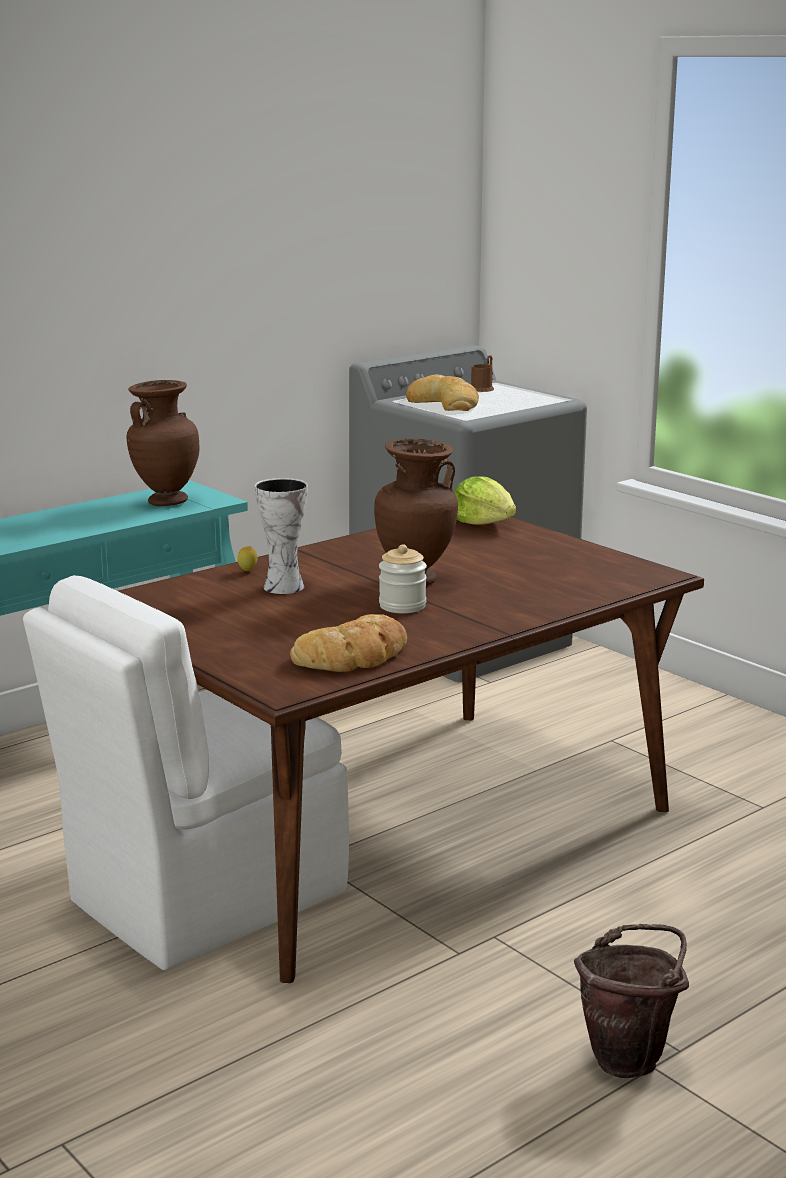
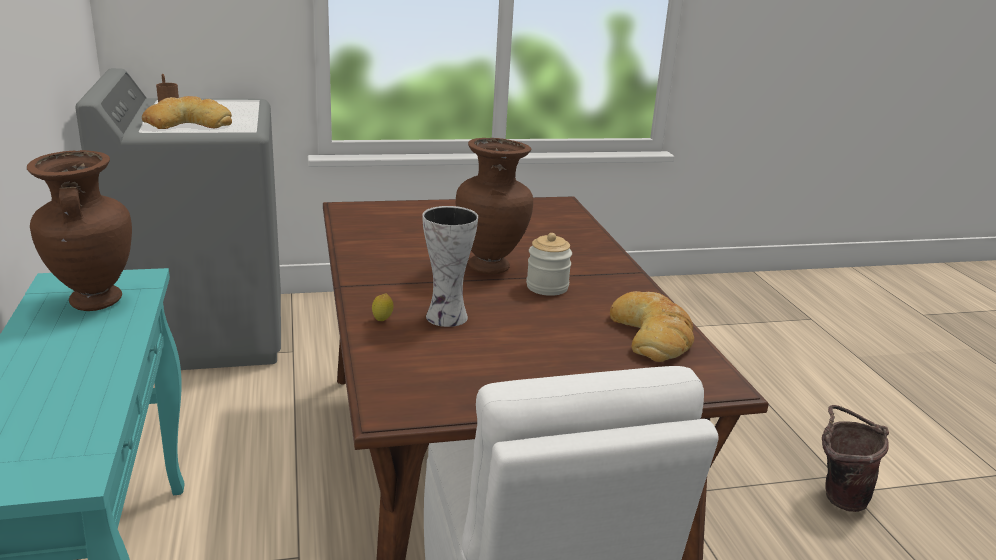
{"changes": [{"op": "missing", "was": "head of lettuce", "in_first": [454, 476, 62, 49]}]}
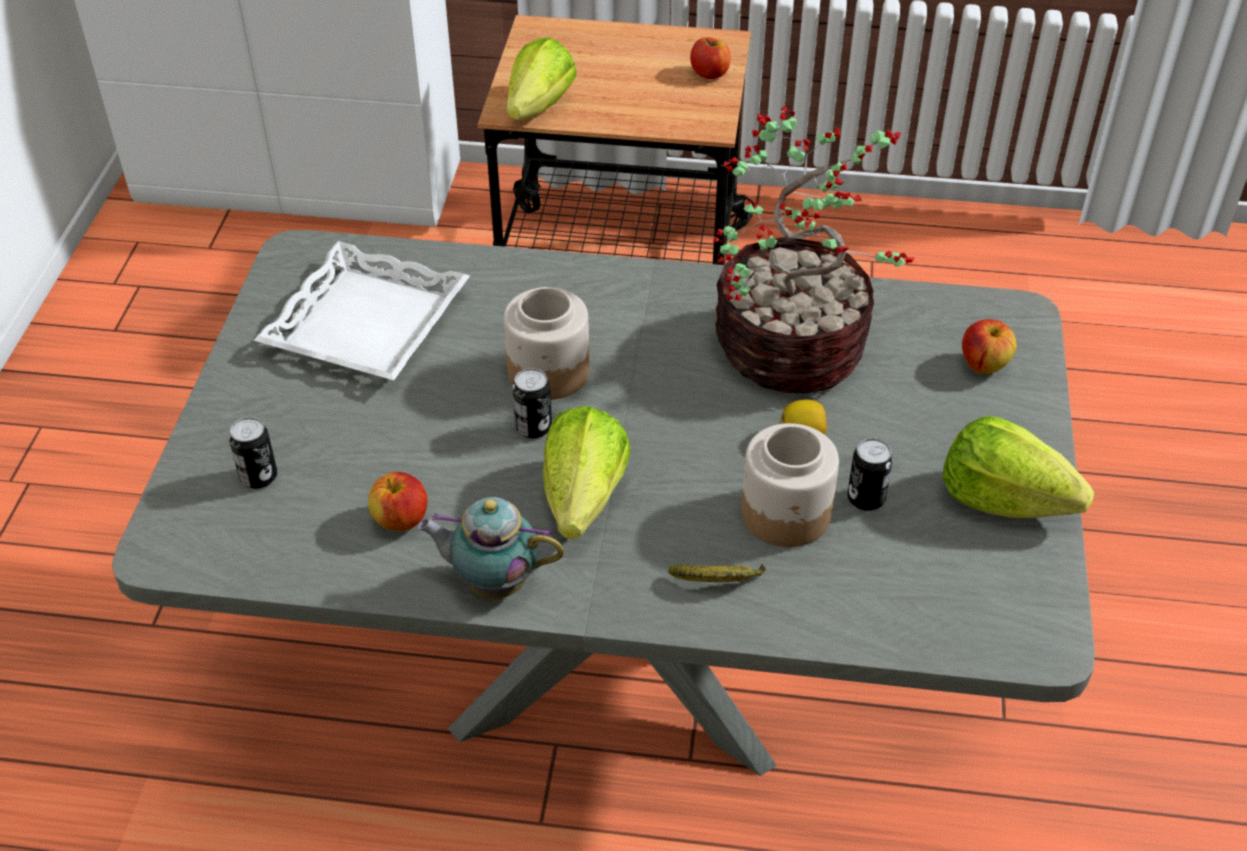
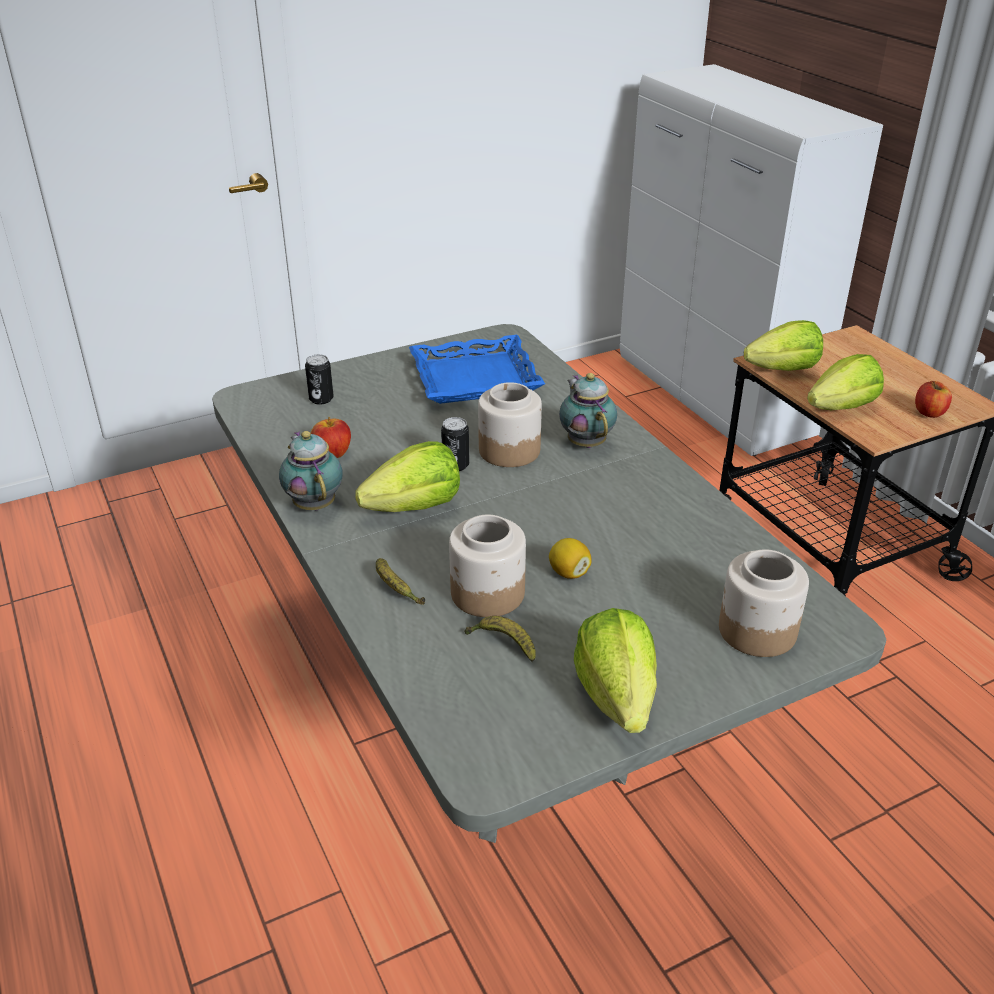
{"changes": [{"op": "missing", "was": "potted plant", "in_first": [713, 105, 202, 289]}, {"op": "missing", "was": "sealed can", "in_first": [847, 438, 46, 73]}, {"op": "appeared", "now": "banana fruit", "in_second": [465, 616, 71, 46]}, {"op": "appeared", "now": "tea pot", "in_second": [559, 373, 58, 75]}, {"op": "appeared", "now": "head of lettuce", "in_second": [807, 354, 77, 56]}, {"op": "exchanged", "was": "whole apple", "now": "preserve jar", "in_first": [962, 319, 55, 55], "in_second": [719, 549, 90, 108]}, {"op": "colour", "was": "white carrying tray", "now": "blue-coloured carrying tray", "in_first": [254, 241, 216, 139], "in_second": [409, 335, 136, 69]}]}
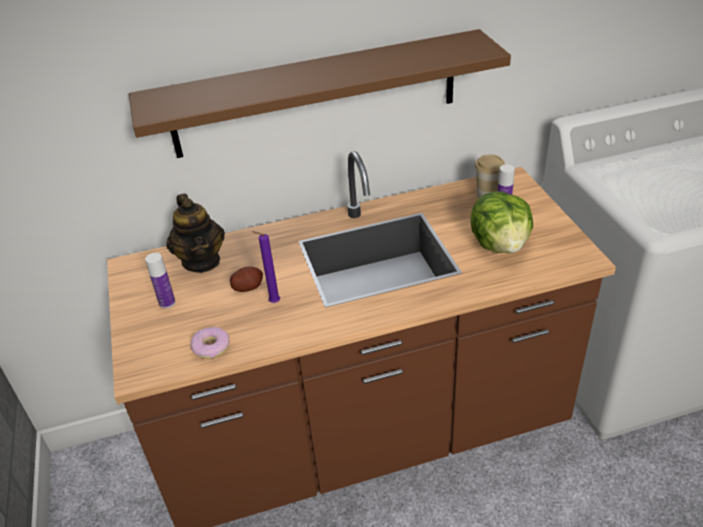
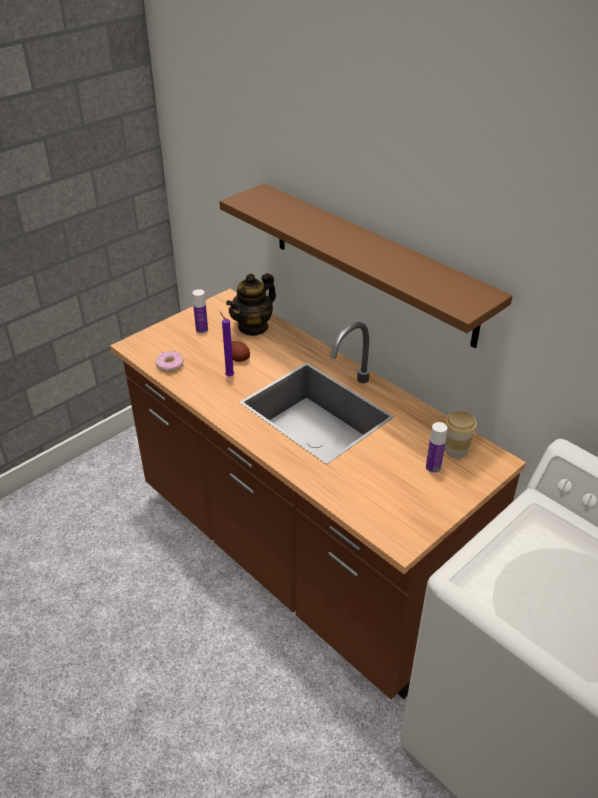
{"changes": [{"op": "missing", "was": "head of lettuce", "in_first": [470, 191, 63, 62]}]}
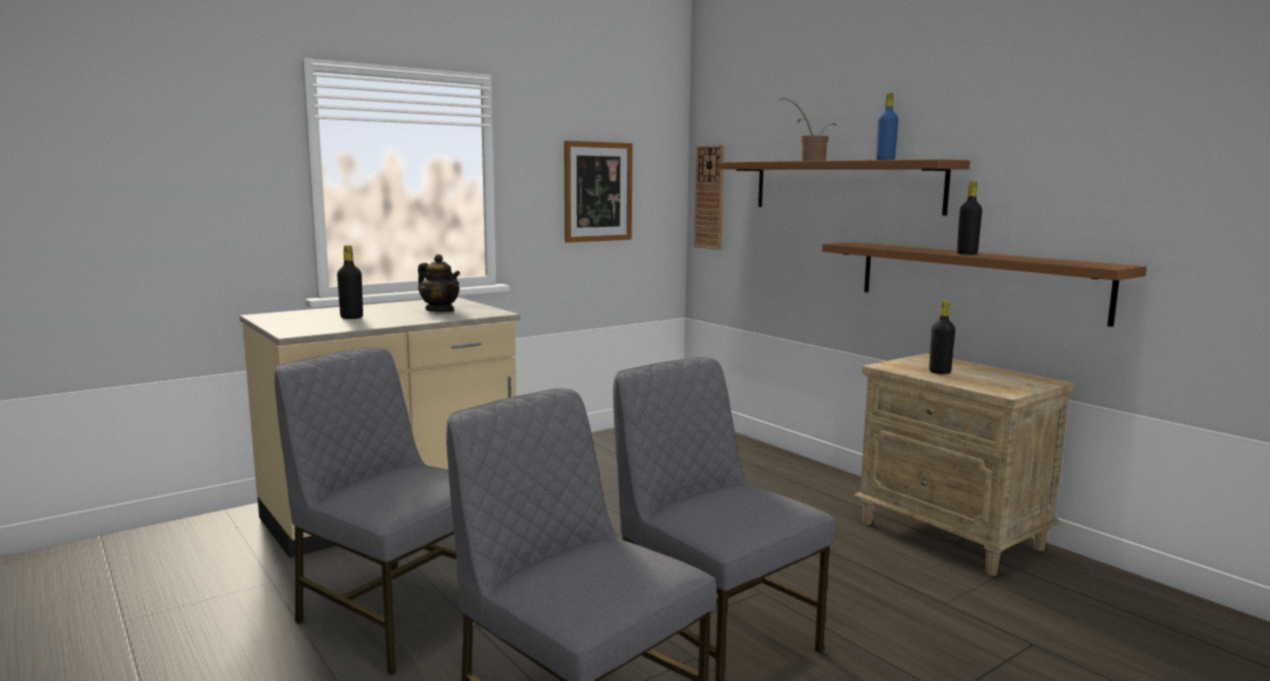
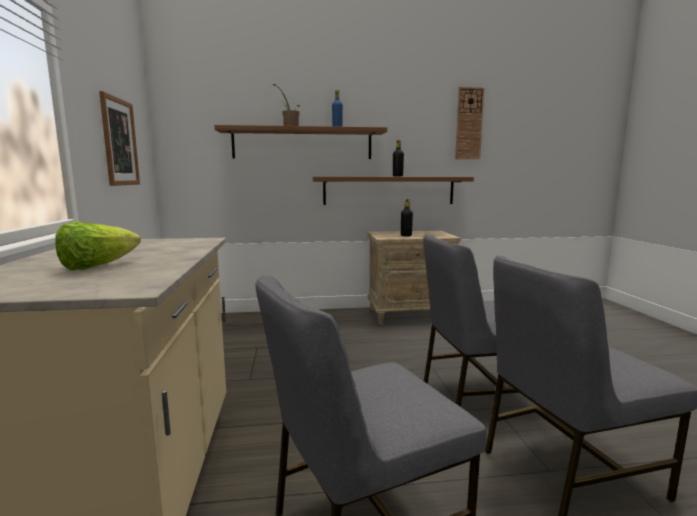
{"changes": [{"op": "missing", "was": "tea pot", "in_first": [418, 254, 42, 58]}, {"op": "relocated", "was": "clock on the wall", "in_first": [694, 145, 30, 105], "in_second": [455, 87, 29, 72]}, {"op": "exchanged", "was": "blackish beverage bottle", "now": "head of lettuce", "in_first": [337, 245, 26, 74], "in_second": [55, 222, 86, 48]}]}
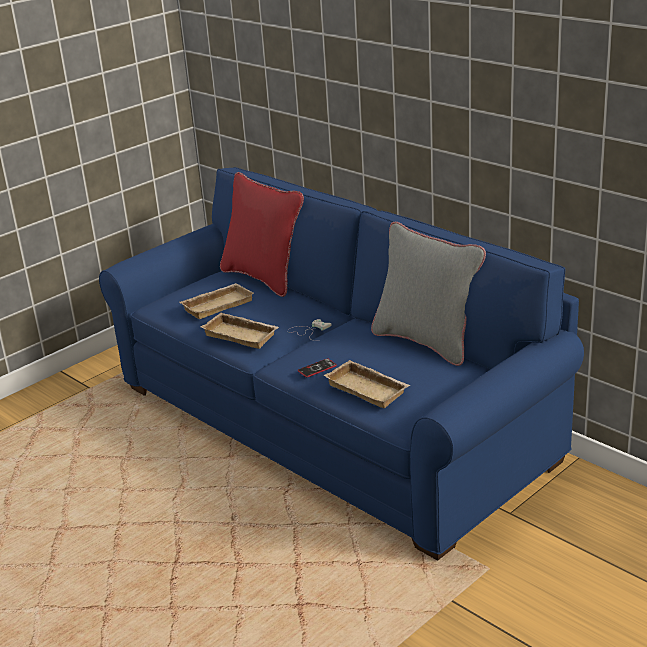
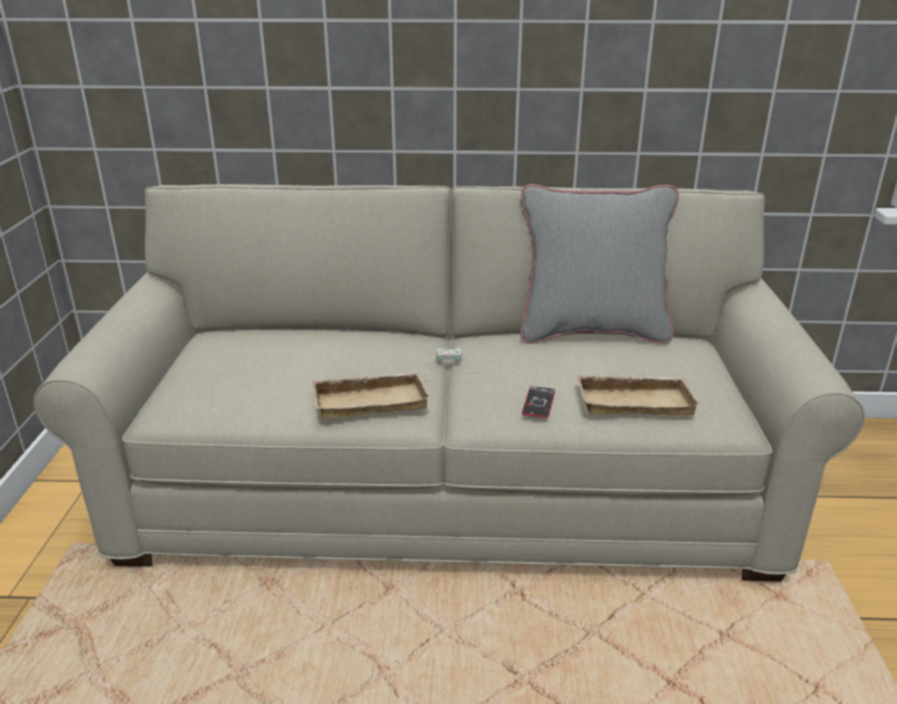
{"changes": [{"op": "missing", "was": "beige-coloured carrying tray", "in_first": [180, 283, 74, 36]}, {"op": "missing", "was": "reddish pillow", "in_first": [220, 172, 84, 125]}, {"op": "colour", "was": "blue-coloured settee", "now": "beige-coloured settee", "in_first": [99, 167, 485, 394], "in_second": [34, 184, 831, 398]}]}
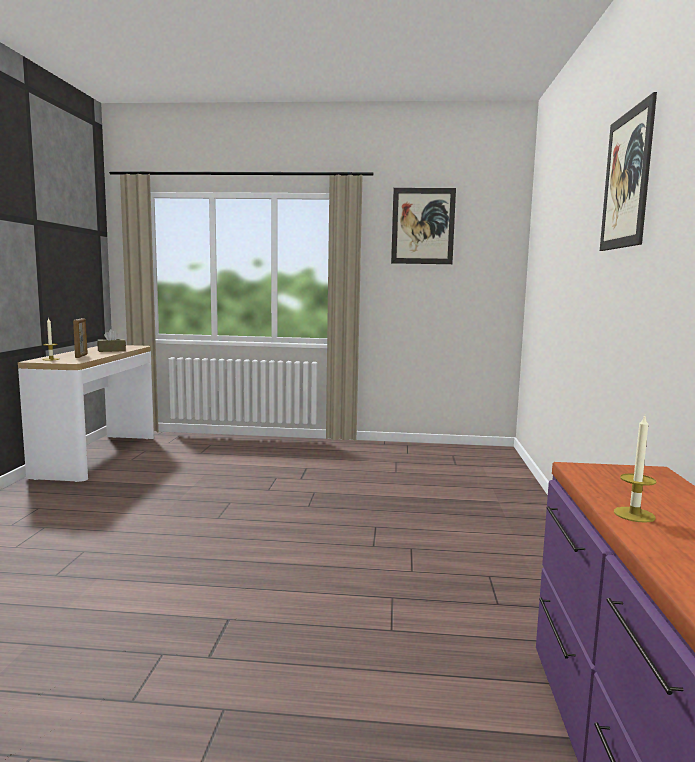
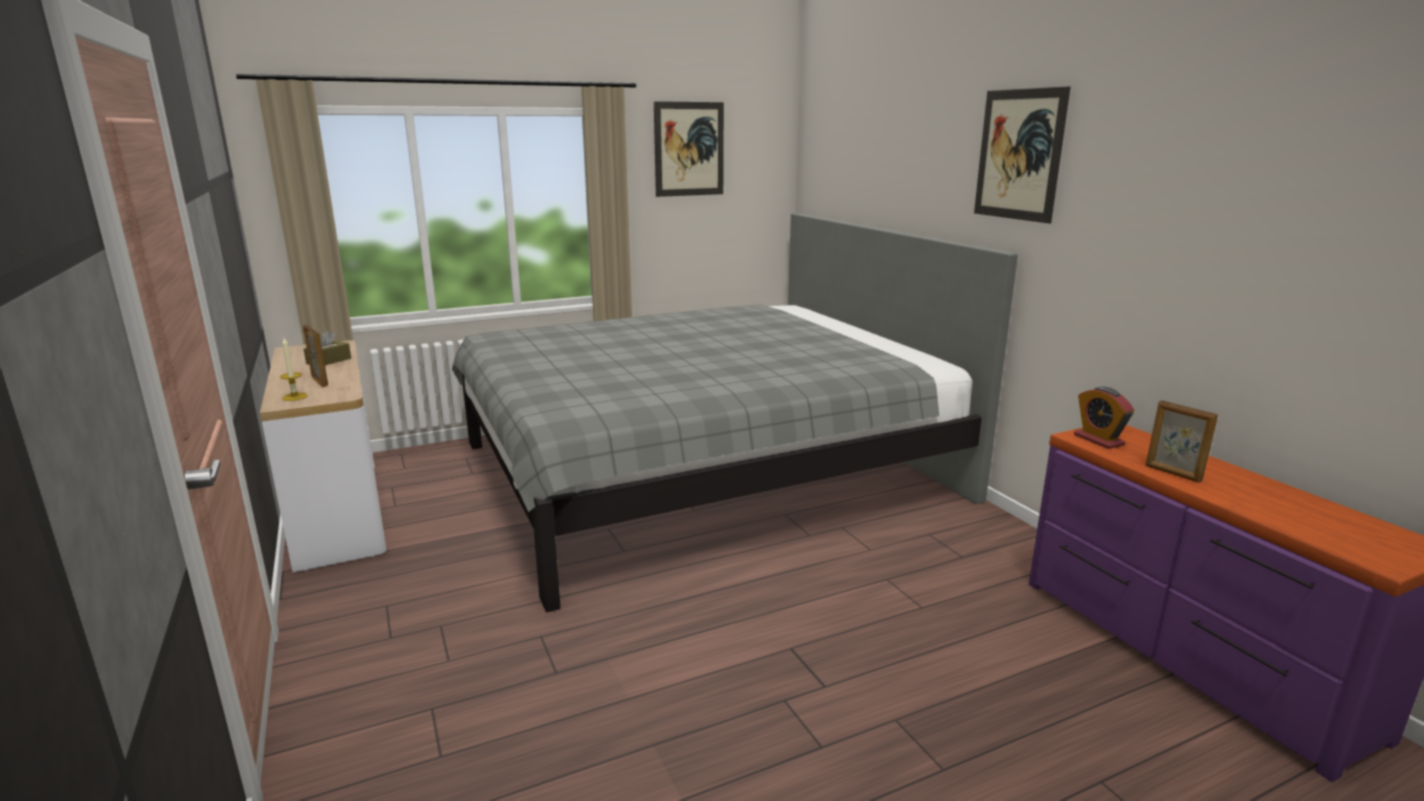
{"changes": [{"op": "appeared", "now": "grey bed", "in_second": [452, 213, 566, 399]}, {"op": "appeared", "now": "alarm clock", "in_second": [1074, 387, 60, 62]}, {"op": "exchanged", "was": "wax candle", "now": "standing frame", "in_first": [614, 415, 42, 108], "in_second": [1145, 400, 73, 83]}]}
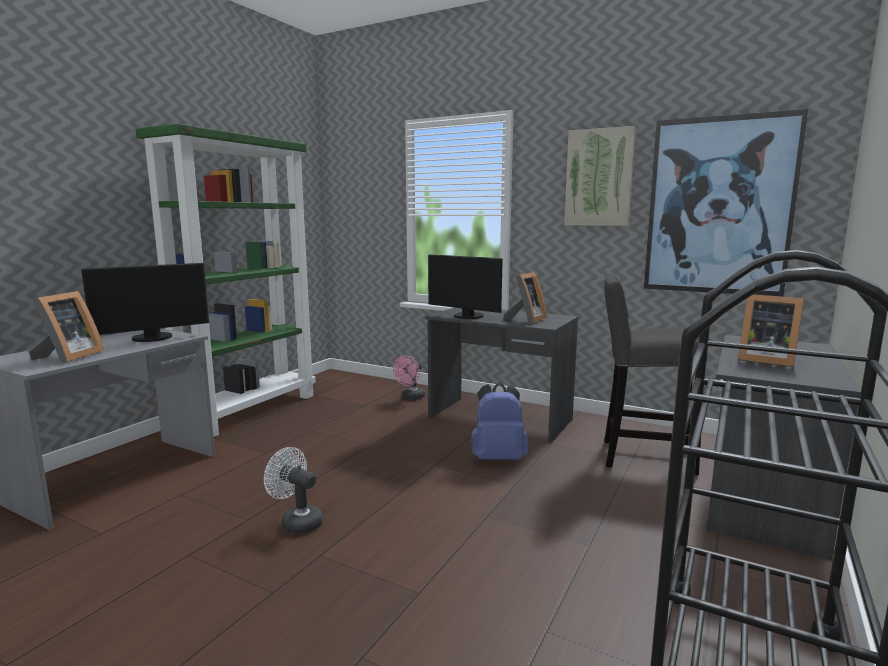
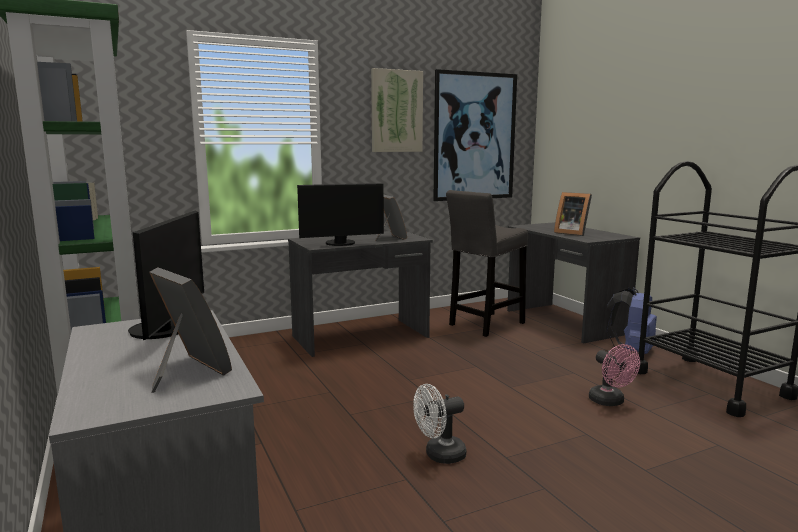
{"changes": [{"op": "relocated", "was": "pink electric fan", "in_first": [393, 355, 32, 45], "in_second": [589, 344, 51, 62]}, {"op": "relocated", "was": "blue-coloured knapsack", "in_first": [471, 383, 57, 77], "in_second": [606, 287, 51, 67]}, {"op": "spun", "was": "standing frame", "in_first": [738, 294, 66, 73], "in_second": [554, 192, 38, 44], "clockwise": 60}]}
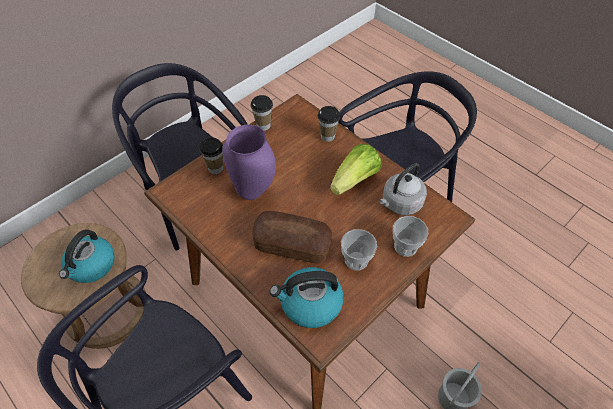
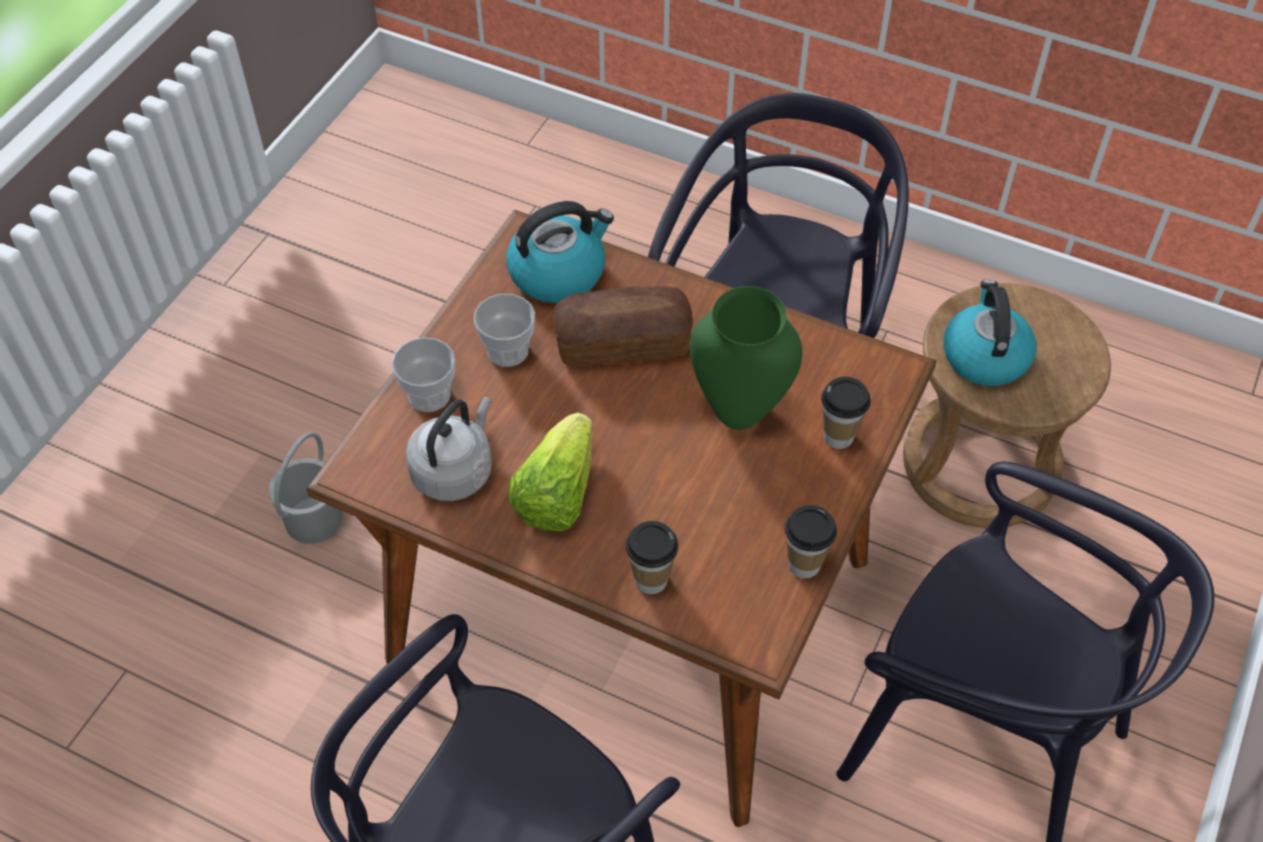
{"changes": [{"op": "colour", "was": "purplish decorative vase", "now": "green decorative vase", "in_first": [222, 125, 54, 75], "in_second": [690, 286, 112, 144]}]}
